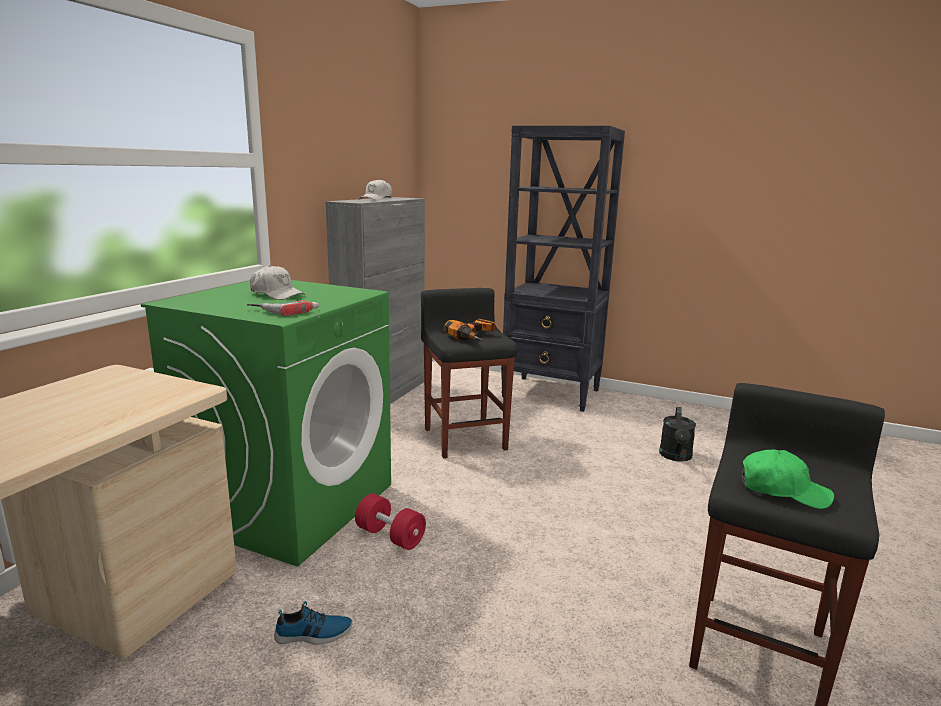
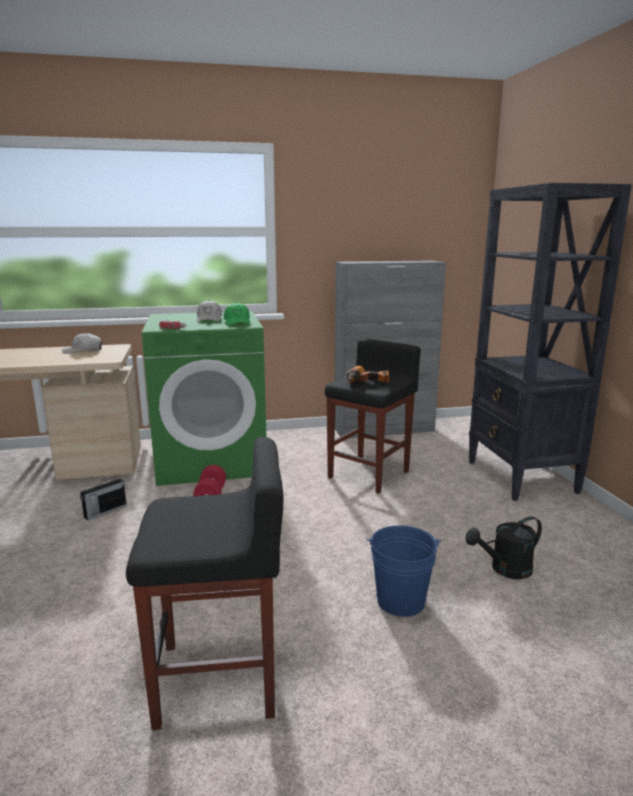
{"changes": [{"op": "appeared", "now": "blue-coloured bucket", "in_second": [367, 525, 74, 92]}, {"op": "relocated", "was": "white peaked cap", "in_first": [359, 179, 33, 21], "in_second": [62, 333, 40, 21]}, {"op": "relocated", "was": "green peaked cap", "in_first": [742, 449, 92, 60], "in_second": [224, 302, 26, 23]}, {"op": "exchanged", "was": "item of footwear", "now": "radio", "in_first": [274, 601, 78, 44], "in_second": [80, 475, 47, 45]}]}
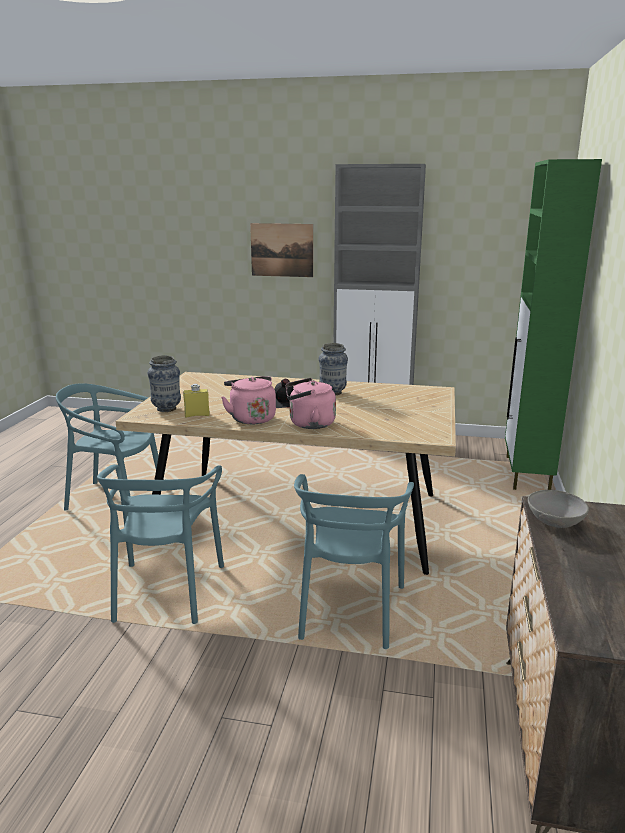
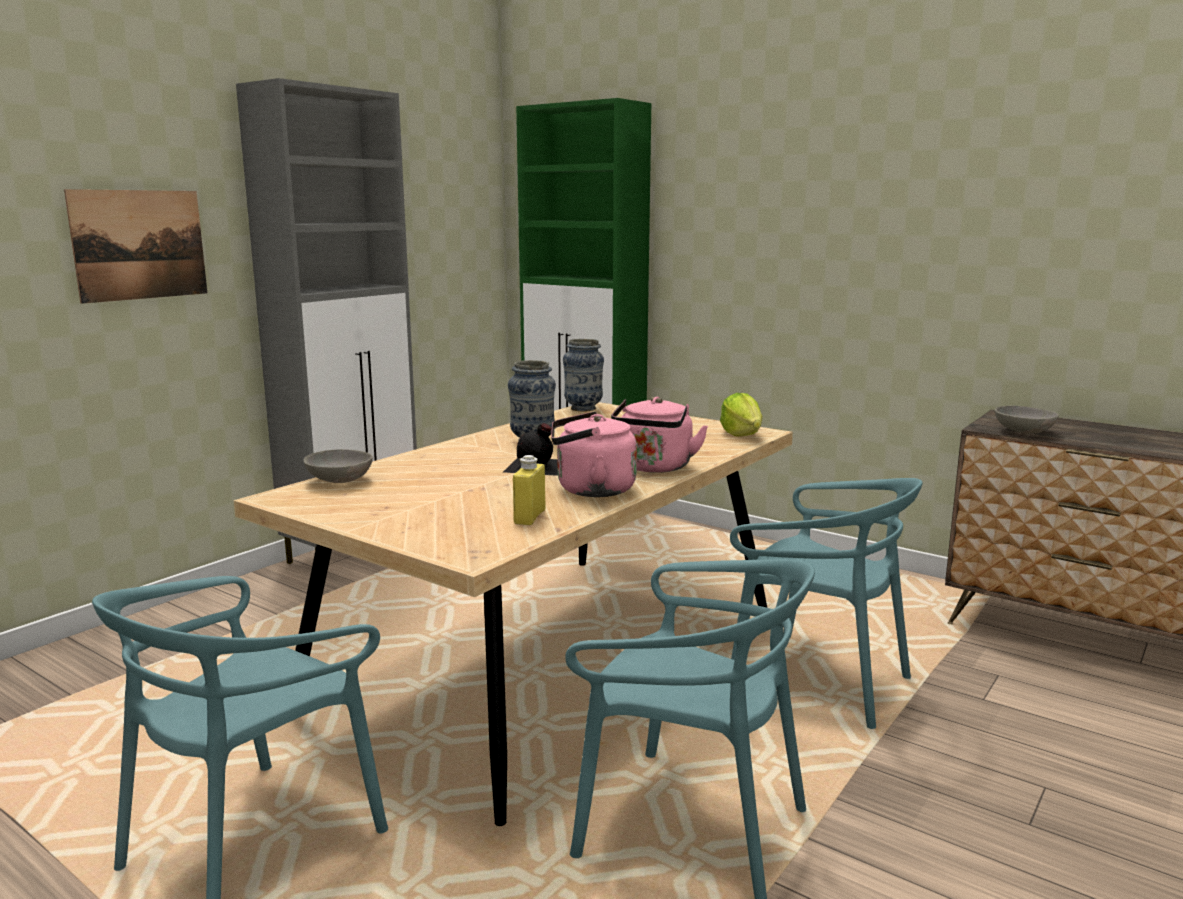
{"changes": [{"op": "appeared", "now": "grey deep dish", "in_second": [303, 449, 70, 34]}, {"op": "appeared", "now": "head of lettuce", "in_second": [720, 393, 43, 43]}, {"op": "relocated", "was": "decorative vase", "in_first": [147, 356, 34, 56], "in_second": [563, 339, 41, 73]}]}
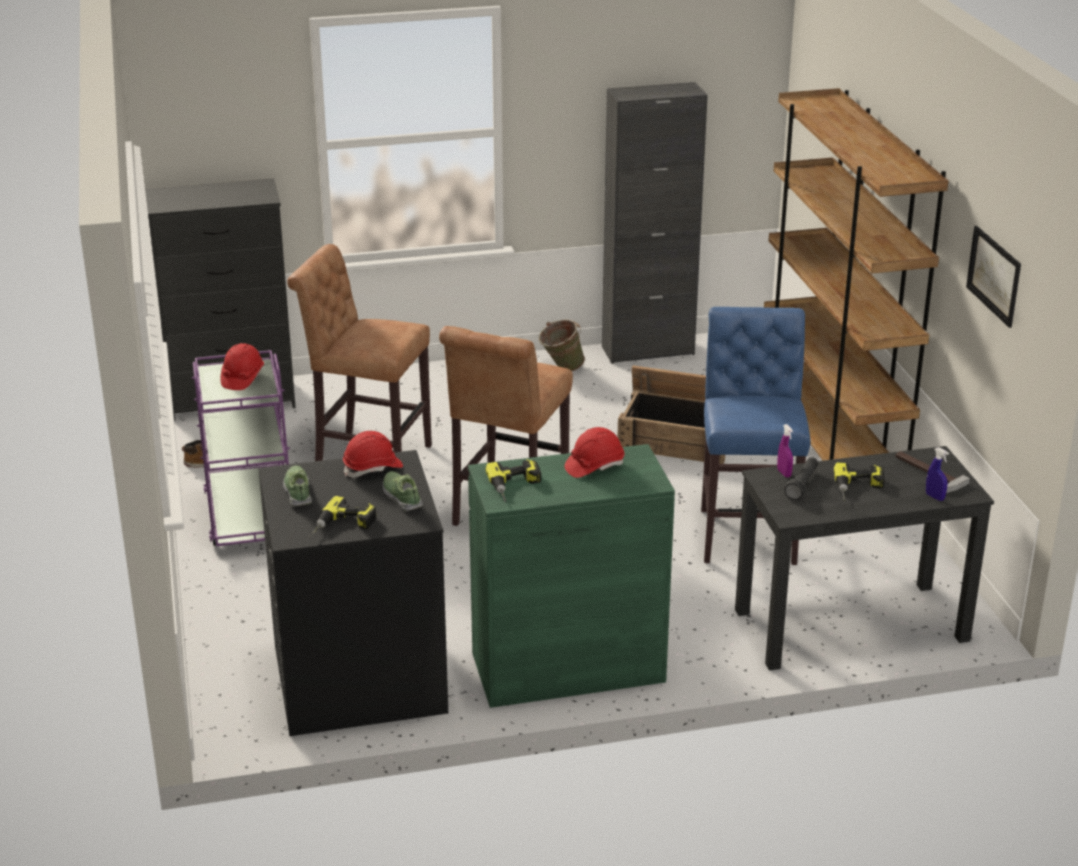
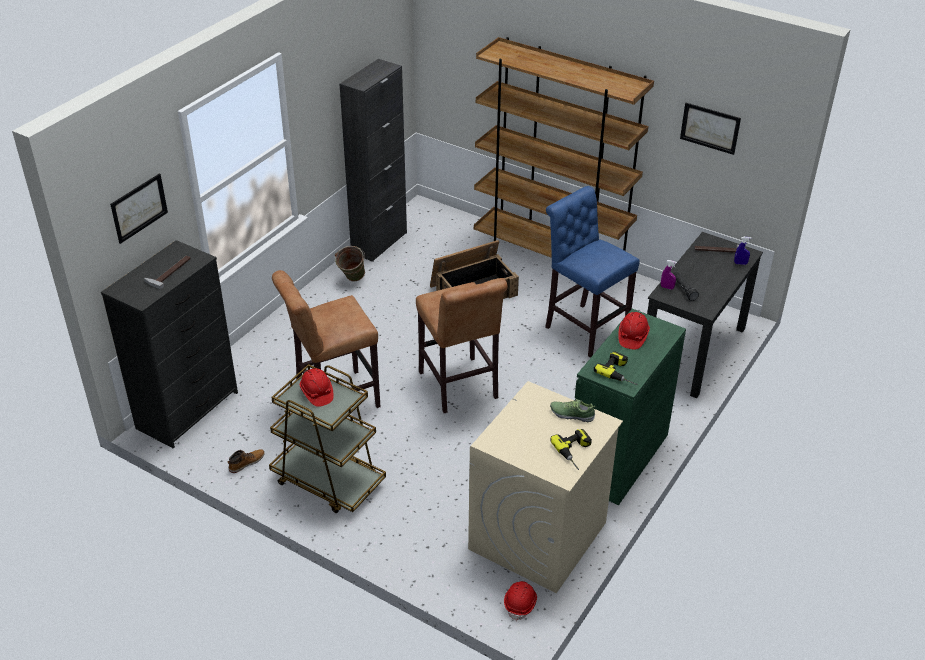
{"changes": [{"op": "missing", "was": "item of footwear", "in_first": [283, 465, 29, 42]}, {"op": "missing", "was": "power drill", "in_first": [834, 462, 51, 39]}, {"op": "appeared", "now": "picture", "in_second": [110, 174, 58, 70]}, {"op": "appeared", "now": "tool hammer", "in_second": [144, 256, 47, 33]}, {"op": "relocated", "was": "reddish hard hat", "in_first": [343, 431, 60, 46], "in_second": [504, 581, 33, 40]}, {"op": "colour", "was": "purplish wheeled cart", "now": "brownish wheeled cart", "in_first": [192, 350, 98, 196], "in_second": [269, 364, 117, 149]}, {"op": "colour", "was": "blackish washing machine", "now": "beige-coloured washing machine", "in_first": [259, 450, 189, 286], "in_second": [468, 381, 155, 212]}]}
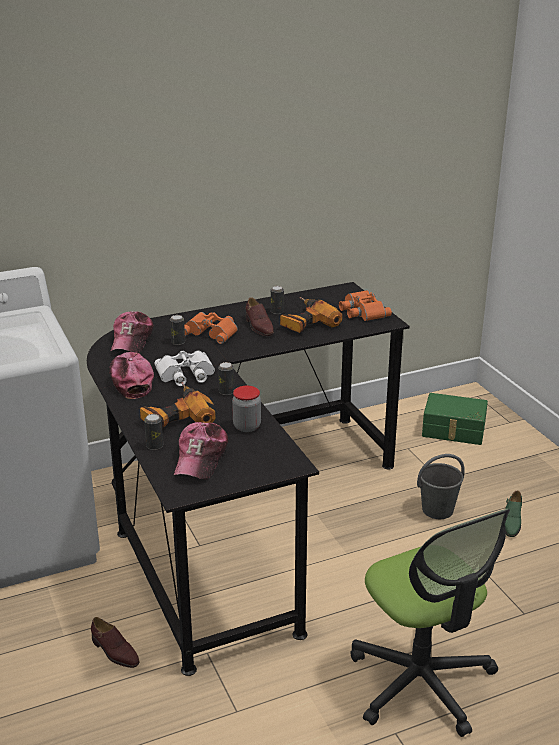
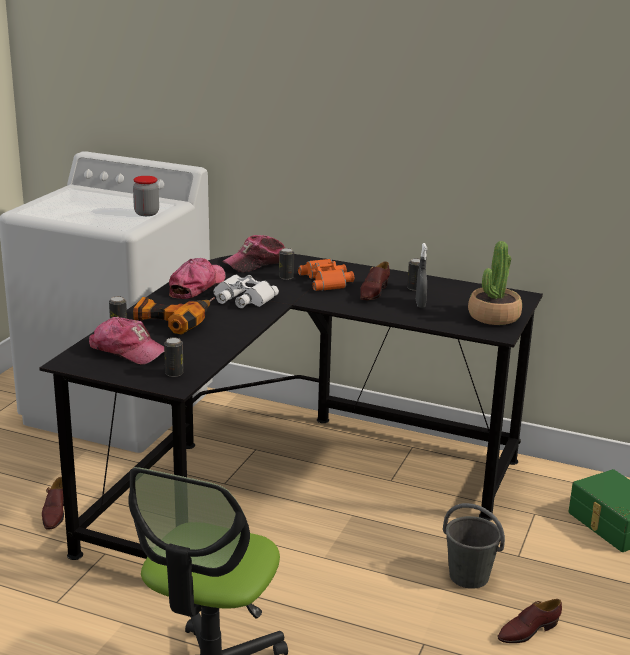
{"changes": [{"op": "relocated", "was": "sealed can", "in_first": [218, 362, 16, 33], "in_second": [164, 338, 20, 39]}, {"op": "relocated", "was": "preserve jar", "in_first": [232, 386, 29, 46], "in_second": [133, 176, 26, 40]}, {"op": "exchanged", "was": "power drill", "now": "grey sprayer", "in_first": [280, 297, 62, 36], "in_second": [416, 243, 11, 65]}, {"op": "exchanged", "was": "orangey binoculars", "now": "potted plant", "in_first": [339, 290, 53, 31], "in_second": [468, 241, 54, 84]}, {"op": "colour", "was": "green item of footwear", "now": "brownish item of footwear", "in_first": [505, 491, 17, 46], "in_second": [497, 599, 65, 44]}, {"op": "spun", "was": "peaked cap", "in_first": [174, 422, 54, 57], "in_second": [89, 317, 75, 48], "clockwise": -120}]}
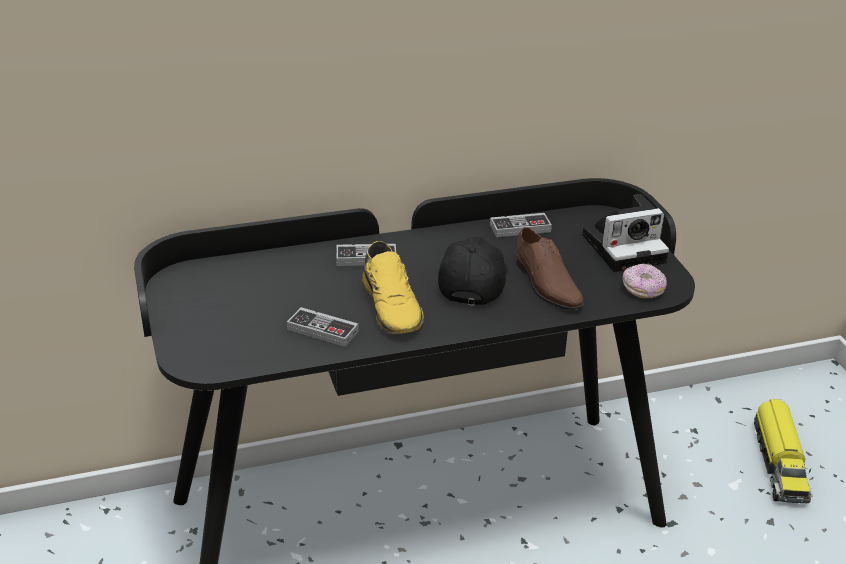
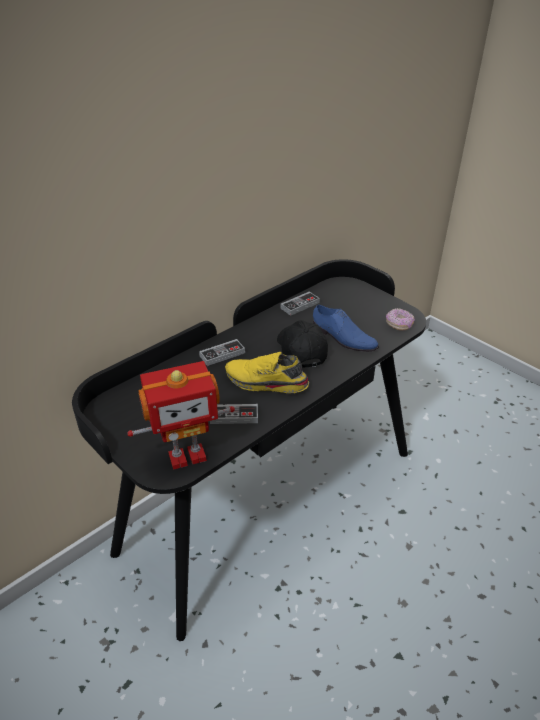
{"changes": [{"op": "missing", "was": "still camera", "in_first": [583, 194, 86, 78]}, {"op": "missing", "was": "toy truck", "in_first": [754, 399, 59, 104]}, {"op": "appeared", "now": "toy robot", "in_second": [127, 361, 108, 109]}, {"op": "colour", "was": "brownish item of footwear", "now": "blue-coloured item of footwear", "in_first": [516, 227, 68, 83], "in_second": [313, 305, 66, 47]}, {"op": "spun", "was": "yellow item of footwear", "in_first": [362, 241, 62, 93], "in_second": [225, 352, 84, 41], "clockwise": 150}]}
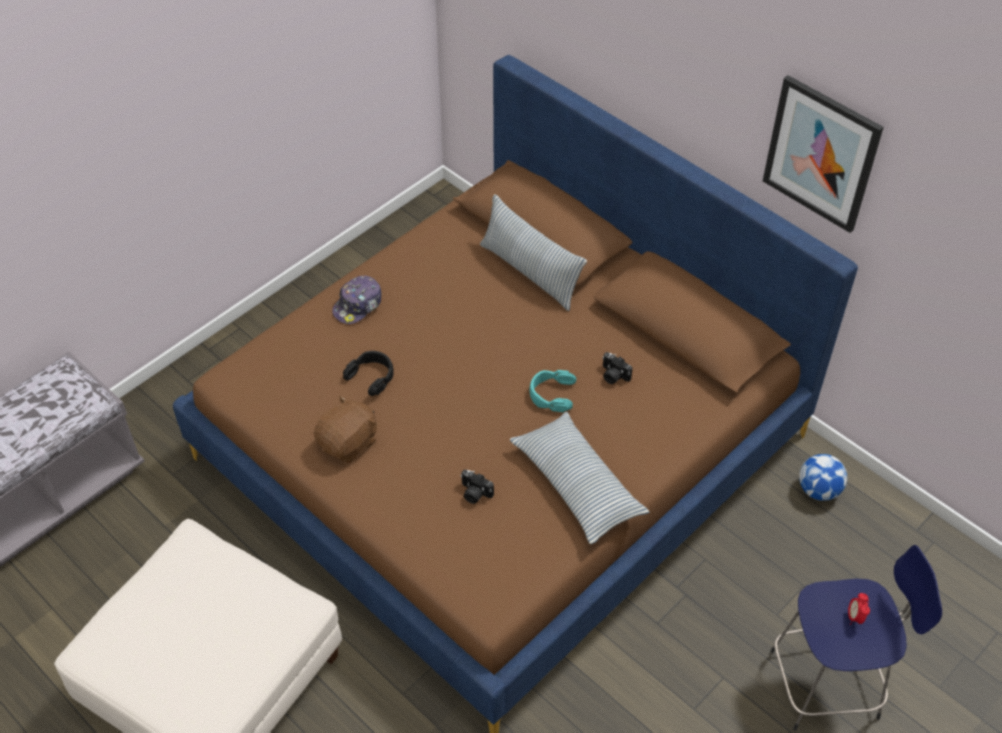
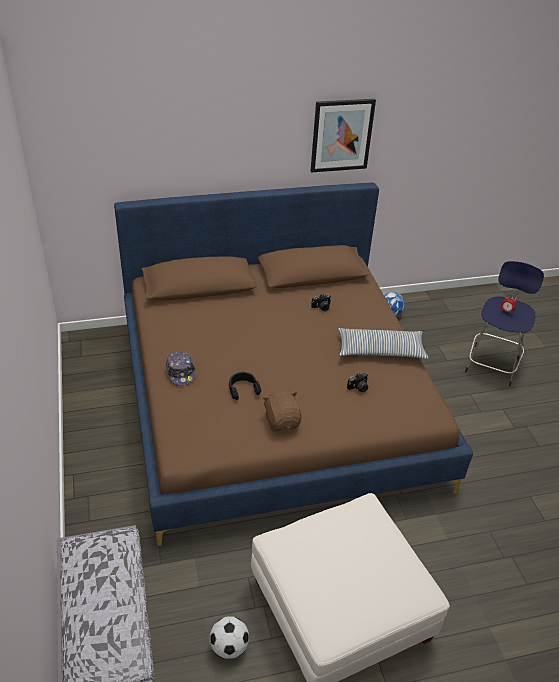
{"changes": [{"op": "missing", "was": "pillow", "in_first": [480, 194, 107, 117]}, {"op": "missing", "was": "turquoise pair of headphones", "in_first": [529, 370, 47, 42]}, {"op": "appeared", "now": "football ball", "in_second": [210, 616, 39, 43]}]}
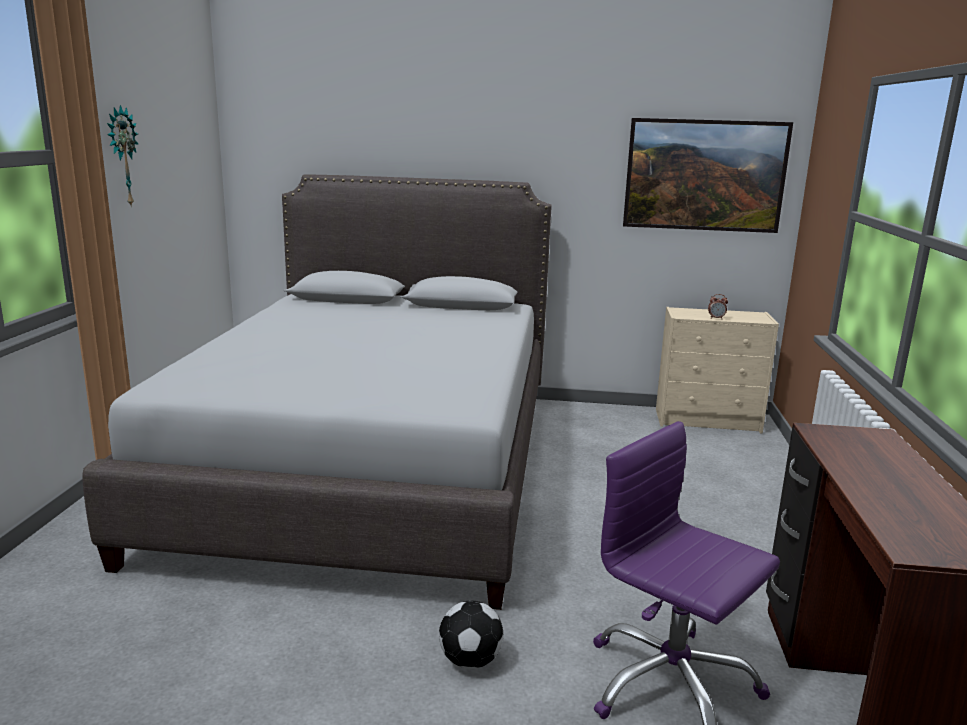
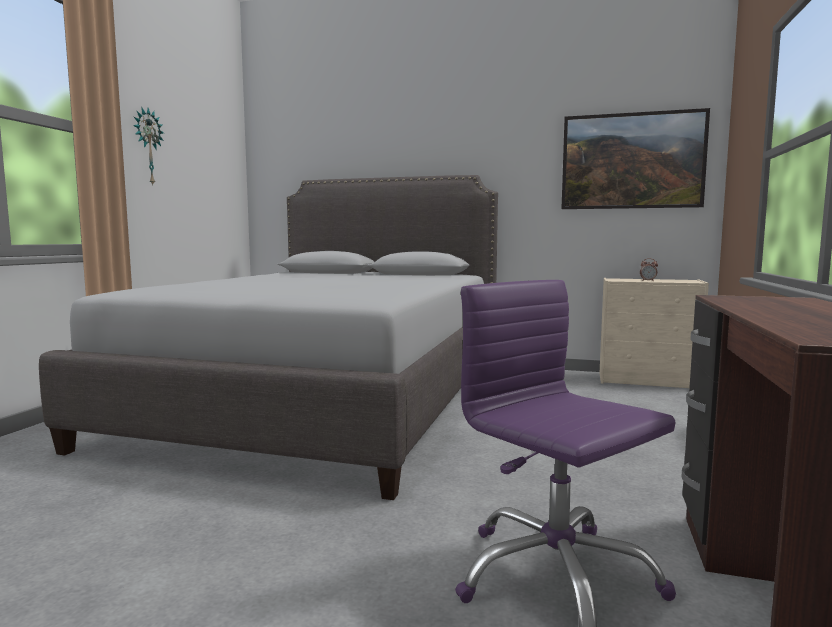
{"changes": [{"op": "missing", "was": "football ball", "in_first": [439, 601, 64, 68]}]}
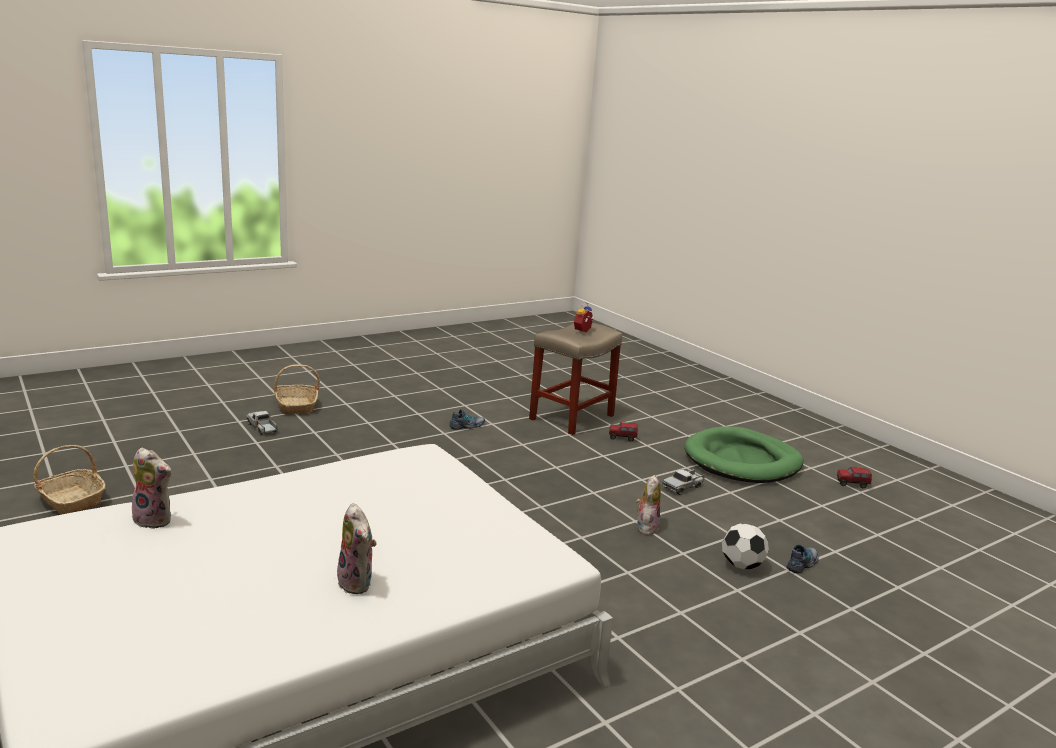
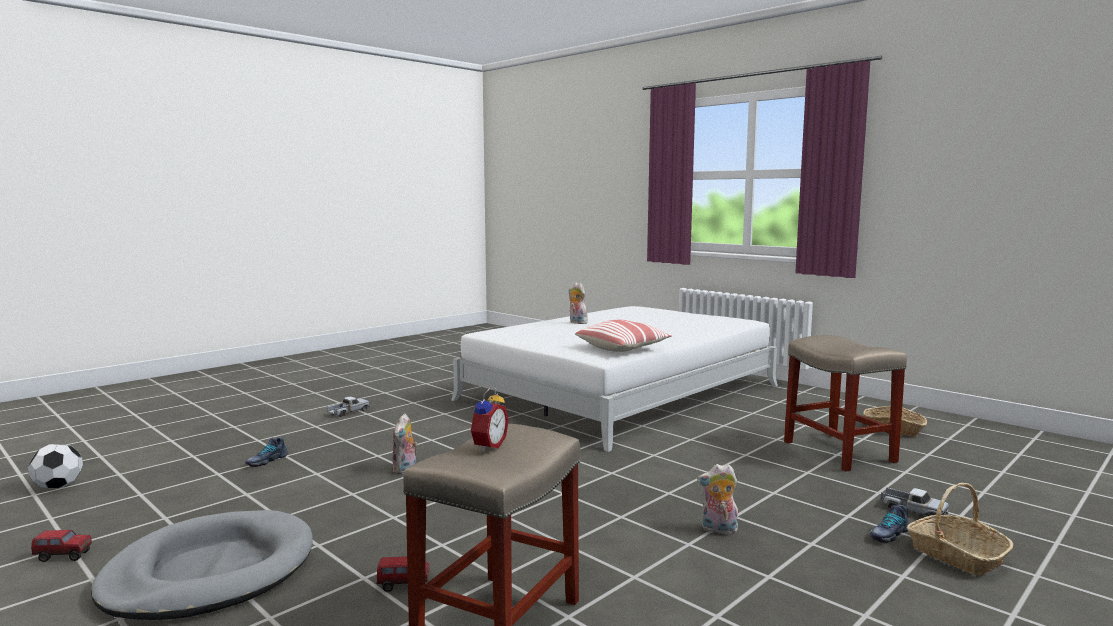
{"changes": [{"op": "appeared", "now": "pillow", "in_second": [575, 320, 97, 32]}, {"op": "appeared", "now": "beige-coloured stool seat", "in_second": [784, 335, 123, 137]}, {"op": "relocated", "was": "soft toy", "in_first": [132, 448, 39, 81], "in_second": [697, 464, 41, 70]}, {"op": "relocated", "was": "item of footwear", "in_first": [449, 409, 36, 21], "in_second": [870, 505, 39, 38]}, {"op": "relocated", "was": "toy truck", "in_first": [662, 469, 43, 26], "in_second": [327, 397, 43, 20]}, {"op": "relocated", "was": "football ball", "in_first": [722, 523, 47, 47], "in_second": [28, 444, 55, 44]}, {"op": "colour", "was": "green dog bed", "now": "grey dog bed", "in_first": [684, 426, 119, 57], "in_second": [91, 510, 222, 110]}]}
